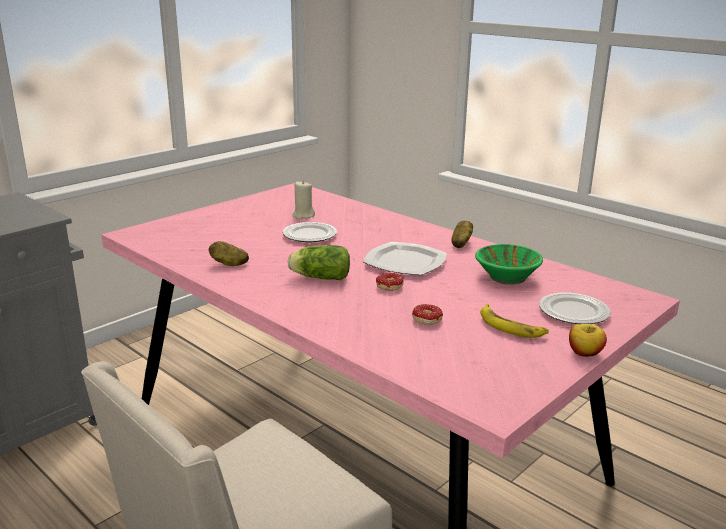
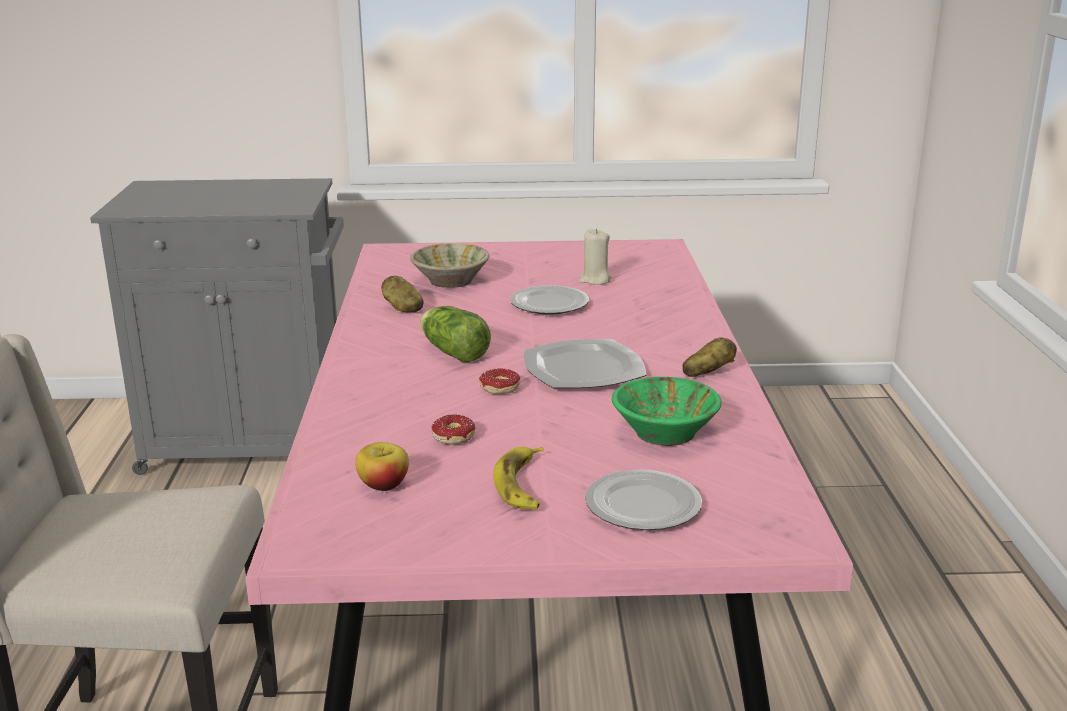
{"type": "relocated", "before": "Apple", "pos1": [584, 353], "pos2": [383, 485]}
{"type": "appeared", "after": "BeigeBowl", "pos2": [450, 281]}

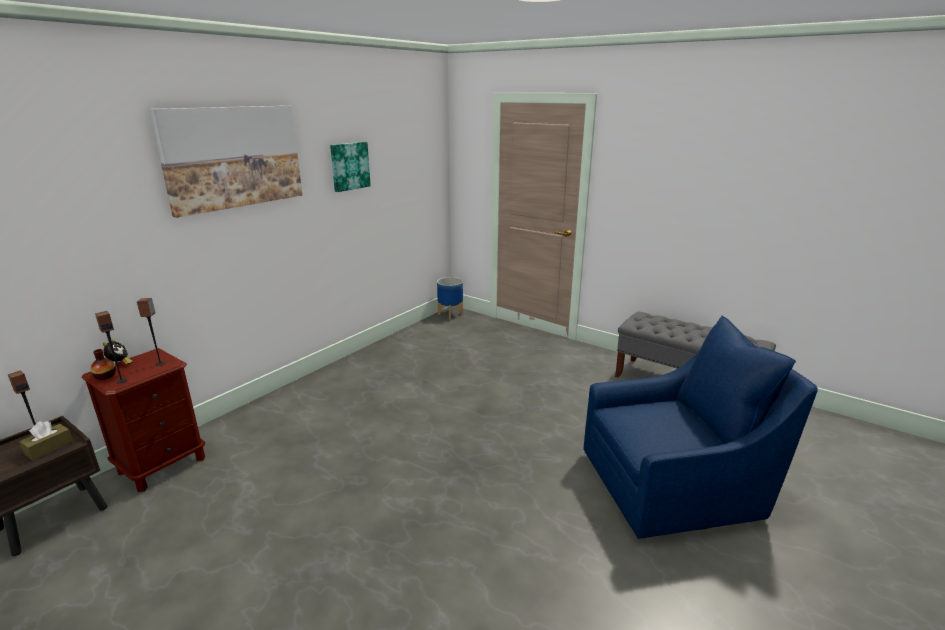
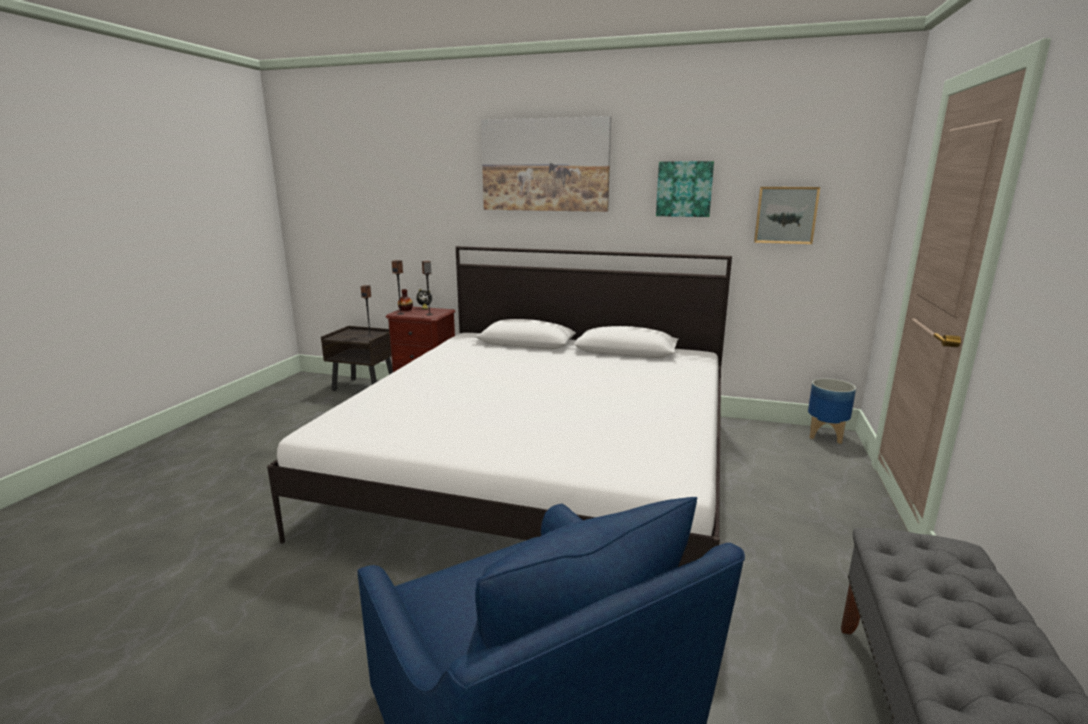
{"type": "appeared", "after": "WhiteBed", "pos2": [542, 467]}
{"type": "appeared", "after": "Picture", "pos2": [785, 215]}
{"type": "missing", "before": "BrownTissueBox", "pos1": [49, 448]}

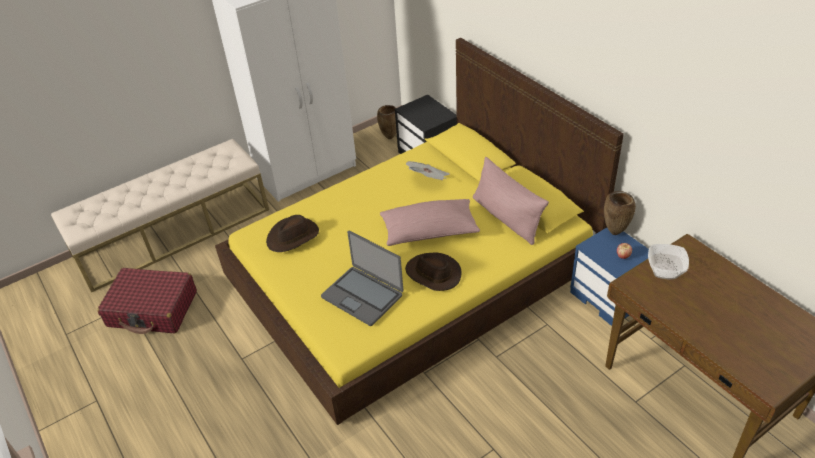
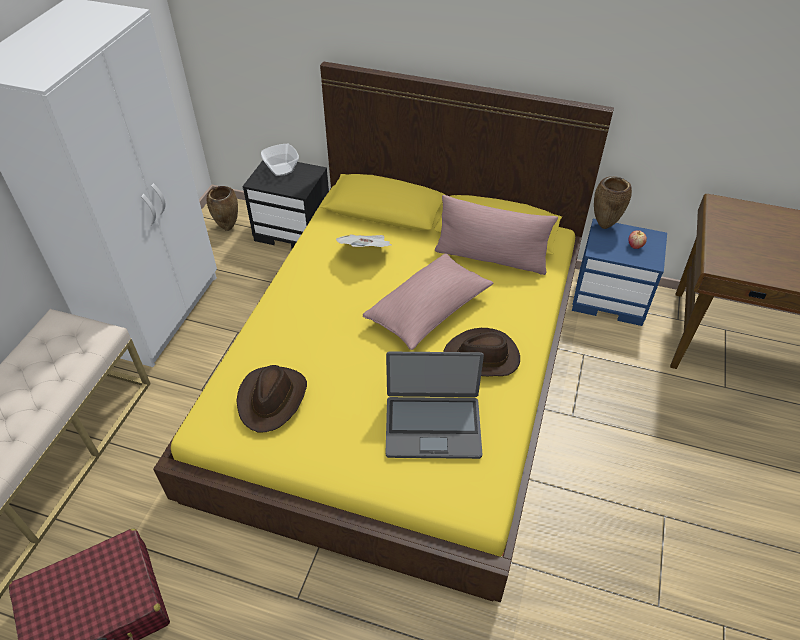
{"type": "relocated", "before": "Bowl", "pos1": [665, 271], "pos2": [282, 169]}

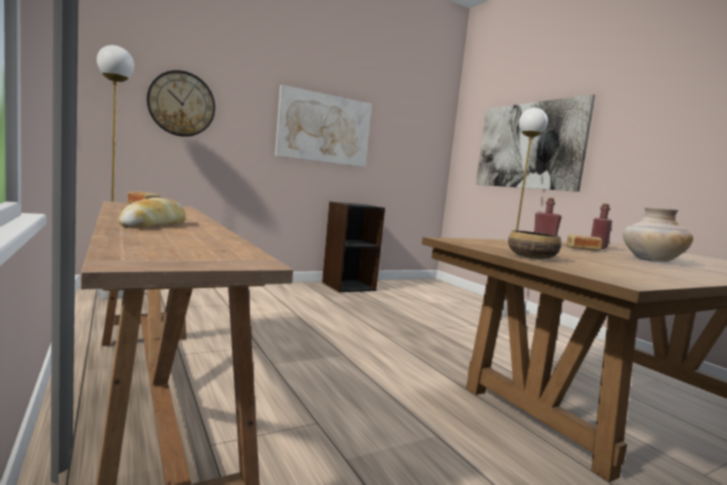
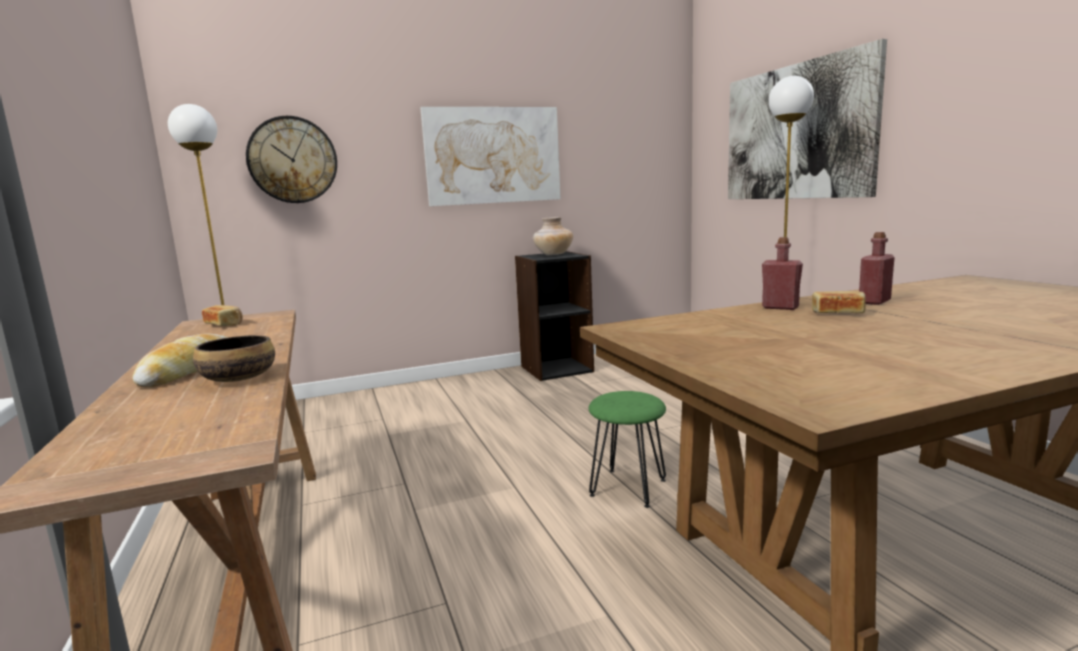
{"type": "relocated", "before": "Bowl", "pos1": [531, 258], "pos2": [238, 378]}
{"type": "relocated", "before": "BeigeVase", "pos1": [651, 260], "pos2": [553, 255]}
{"type": "appeared", "after": "GreenStool", "pos2": [628, 487]}

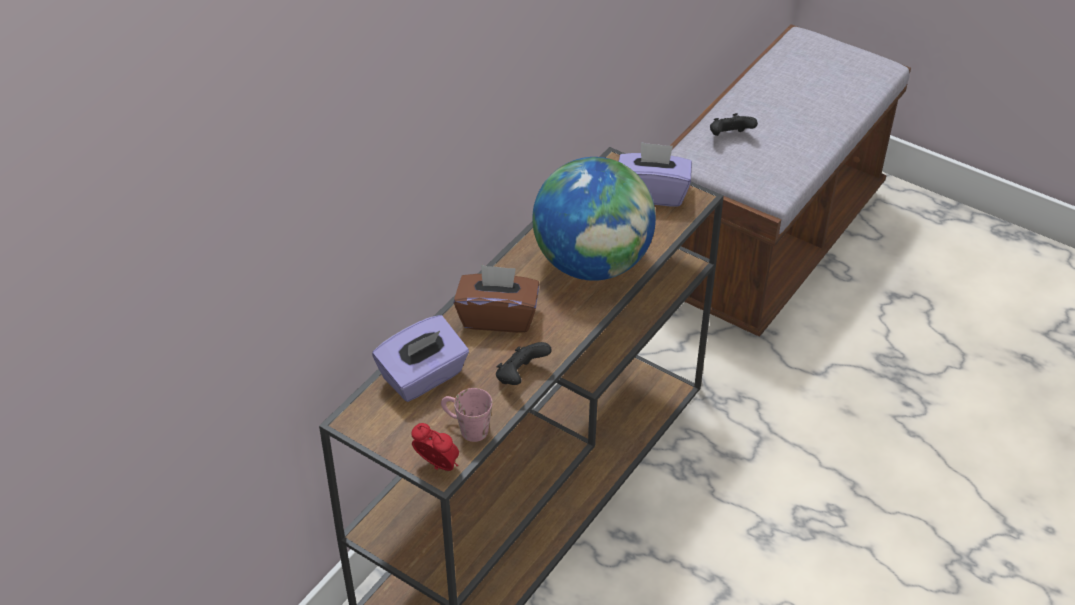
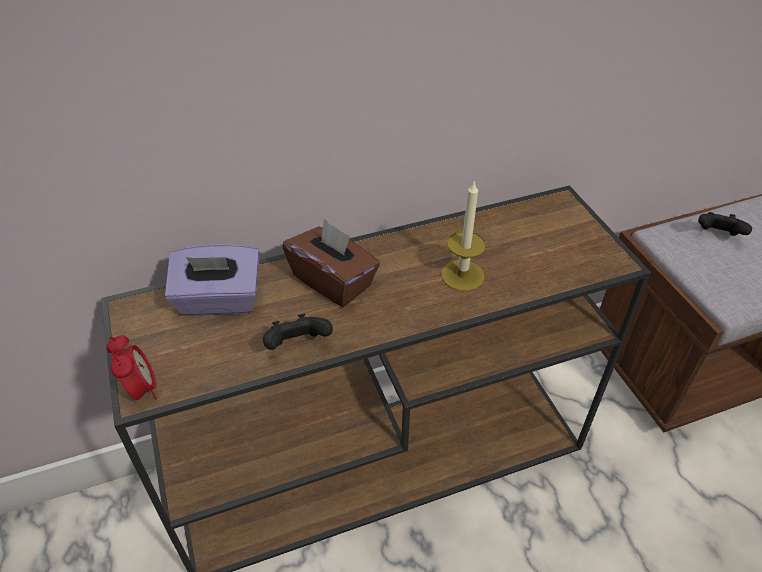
{"type": "exchanged", "before": "Globe", "after": "Candle", "pos1": [592, 263], "pos2": [462, 275]}
{"type": "missing", "before": "PinkMug", "pos1": [466, 428]}
{"type": "missing", "before": "PurpleTissueBox", "pos1": [652, 193]}

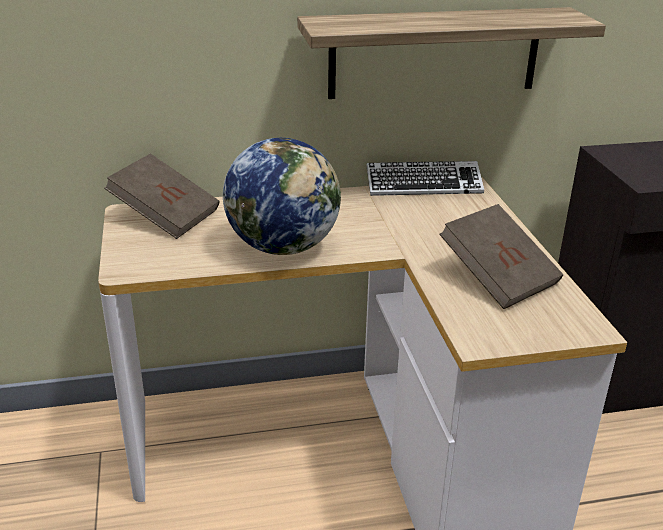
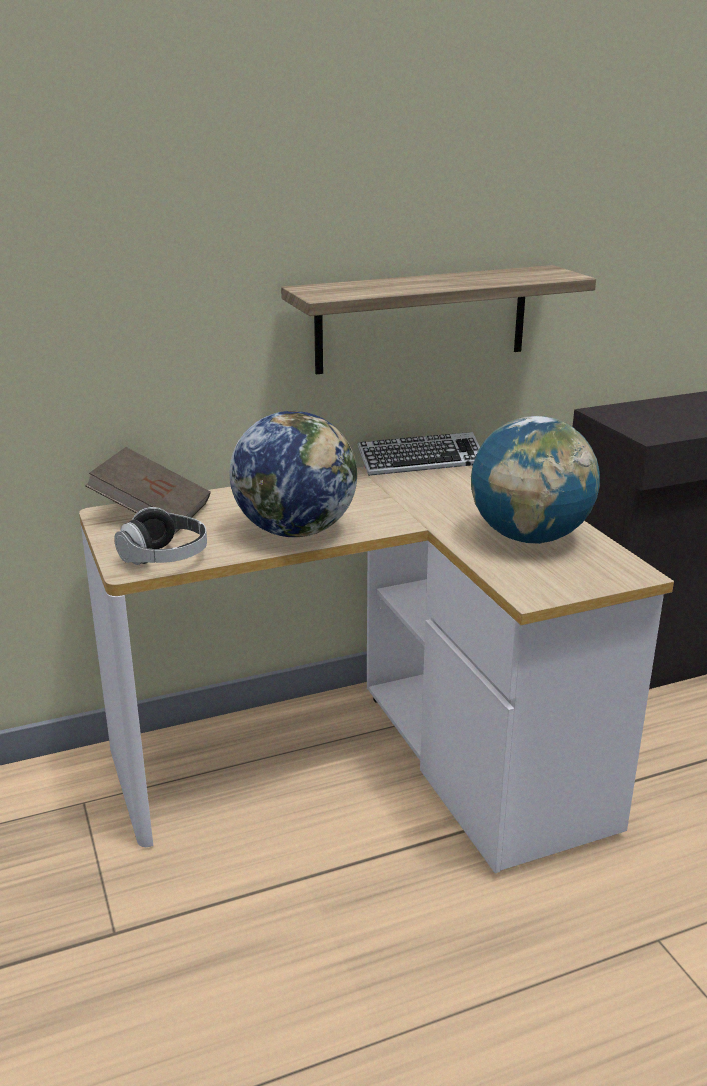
{"type": "appeared", "after": "Headphones", "pos2": [165, 557]}
{"type": "exchanged", "before": "BrownBook", "after": "Globe", "pos1": [498, 277], "pos2": [529, 538]}

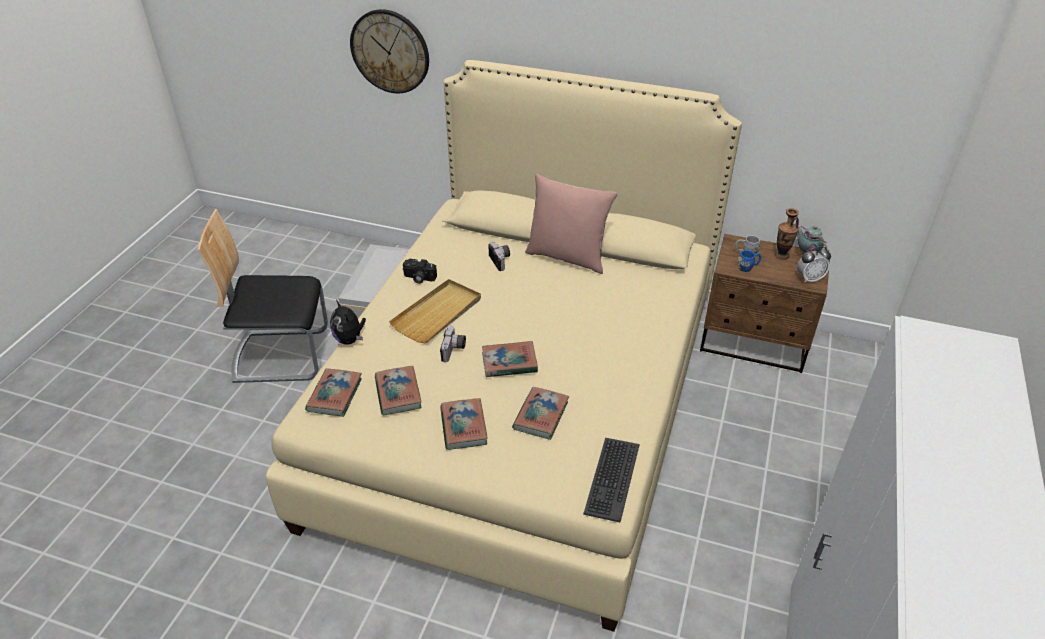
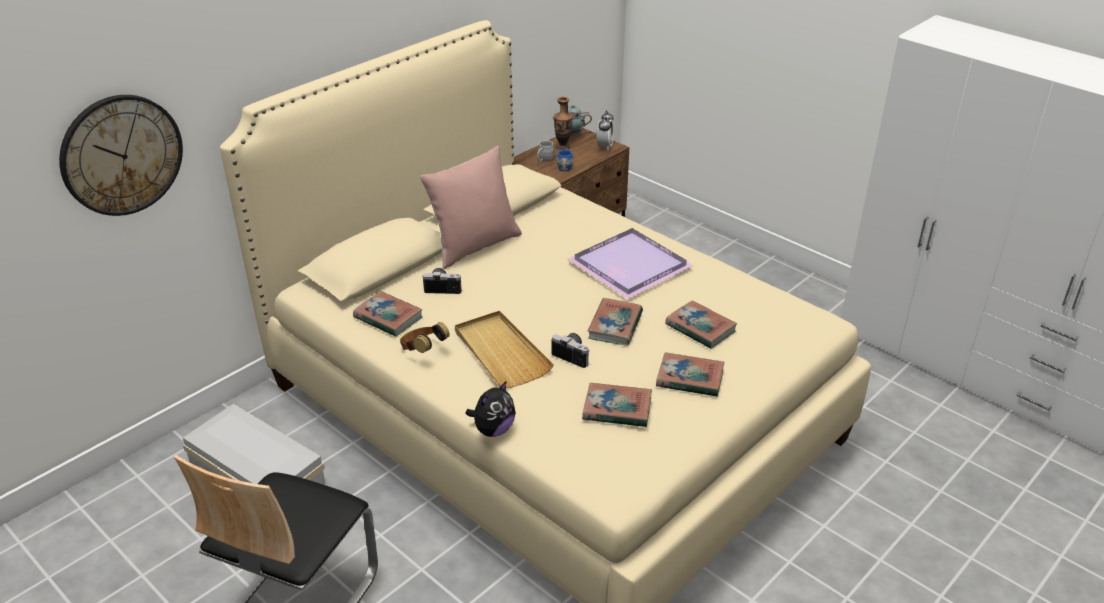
{"type": "relocated", "before": "Book", "pos1": [335, 395], "pos2": [388, 318]}
{"type": "exchanged", "before": "PhotoCamera", "after": "Headphones", "pos1": [418, 278], "pos2": [423, 351]}
{"type": "spun", "before": "PlushToy", "pos1": [350, 339], "pos2": [493, 430], "turn": -45}
{"type": "appeared", "after": "PurpleTray", "pos2": [627, 266]}
{"type": "missing", "before": "Keyboard", "pos1": [611, 478]}

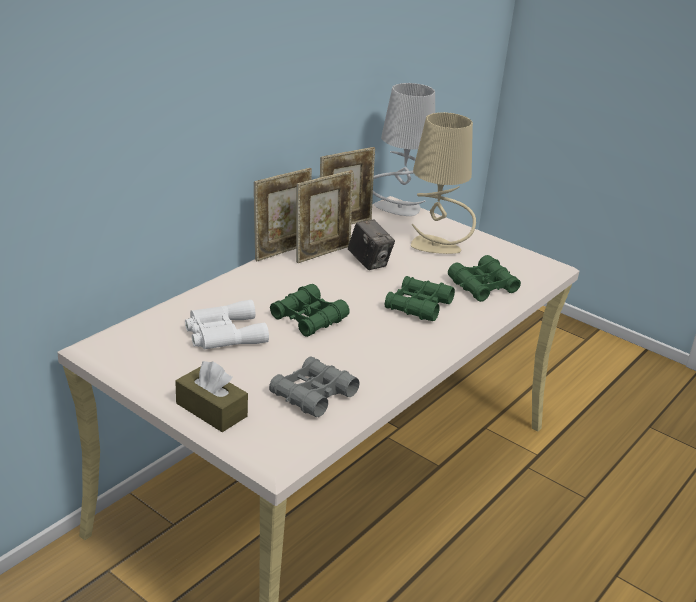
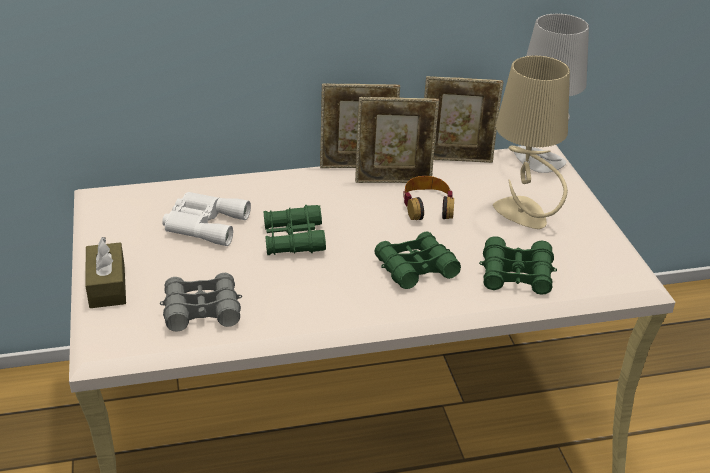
{"type": "exchanged", "before": "PhotoCamera", "after": "Headphones", "pos1": [369, 262], "pos2": [427, 206]}

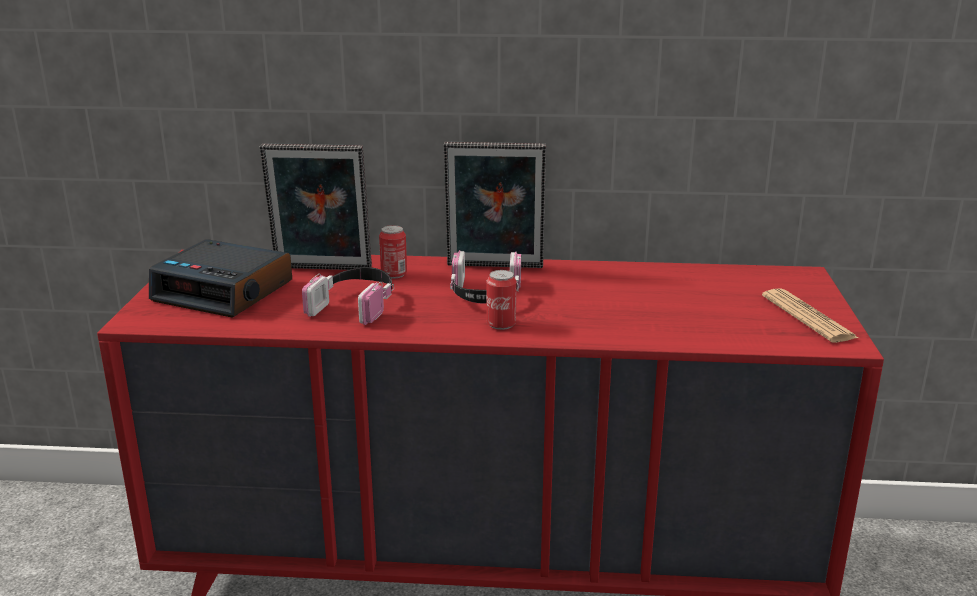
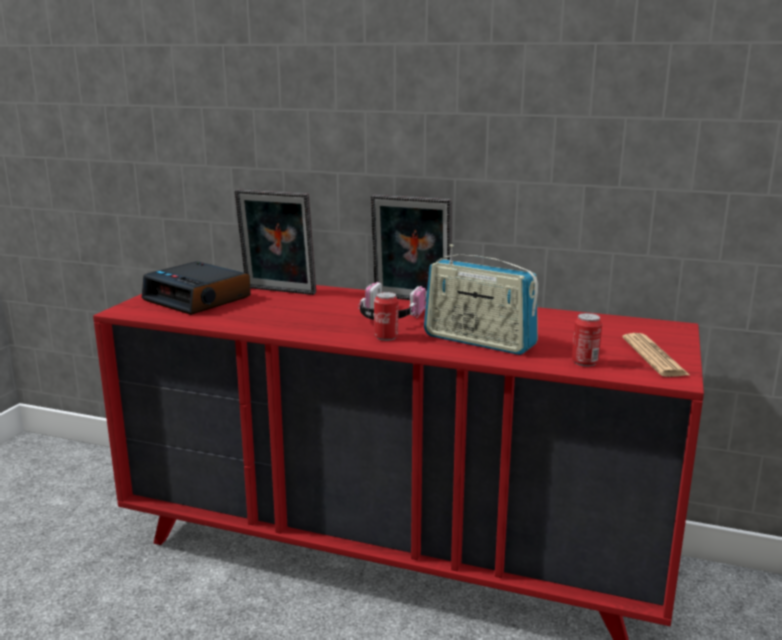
{"type": "appeared", "after": "Radio", "pos2": [478, 341]}
{"type": "relocated", "before": "Can", "pos1": [394, 274], "pos2": [585, 362]}
{"type": "missing", "before": "Headphones", "pos1": [355, 305]}

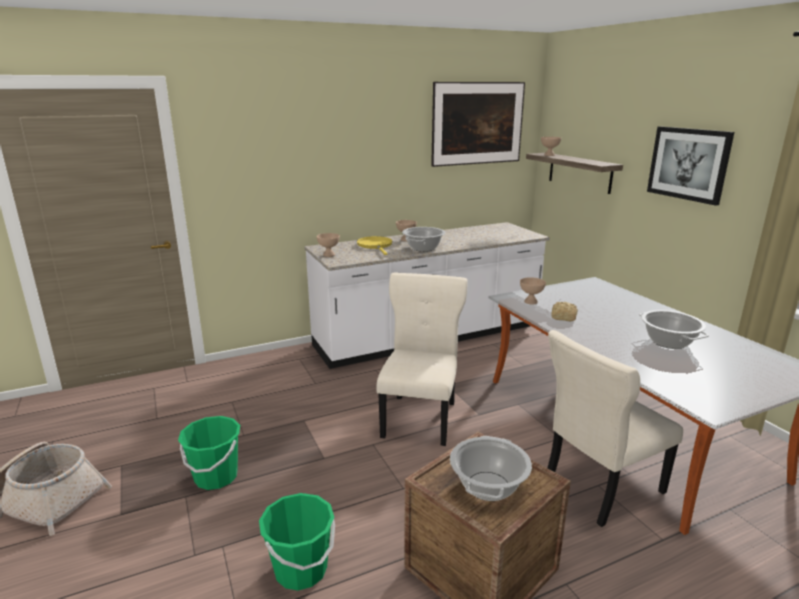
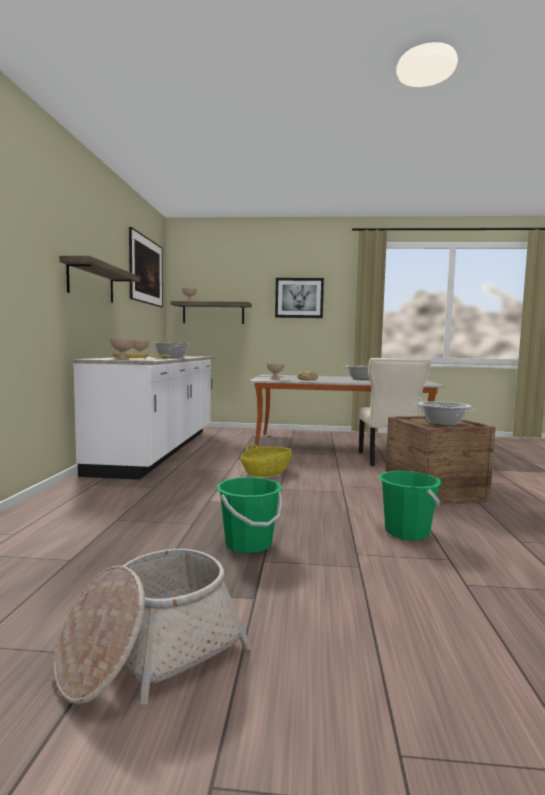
{"type": "appeared", "after": "Shelf", "pos2": [91, 282]}
{"type": "exchanged", "before": "BeigeChair", "after": "Basket", "pos1": [420, 417], "pos2": [266, 472]}

